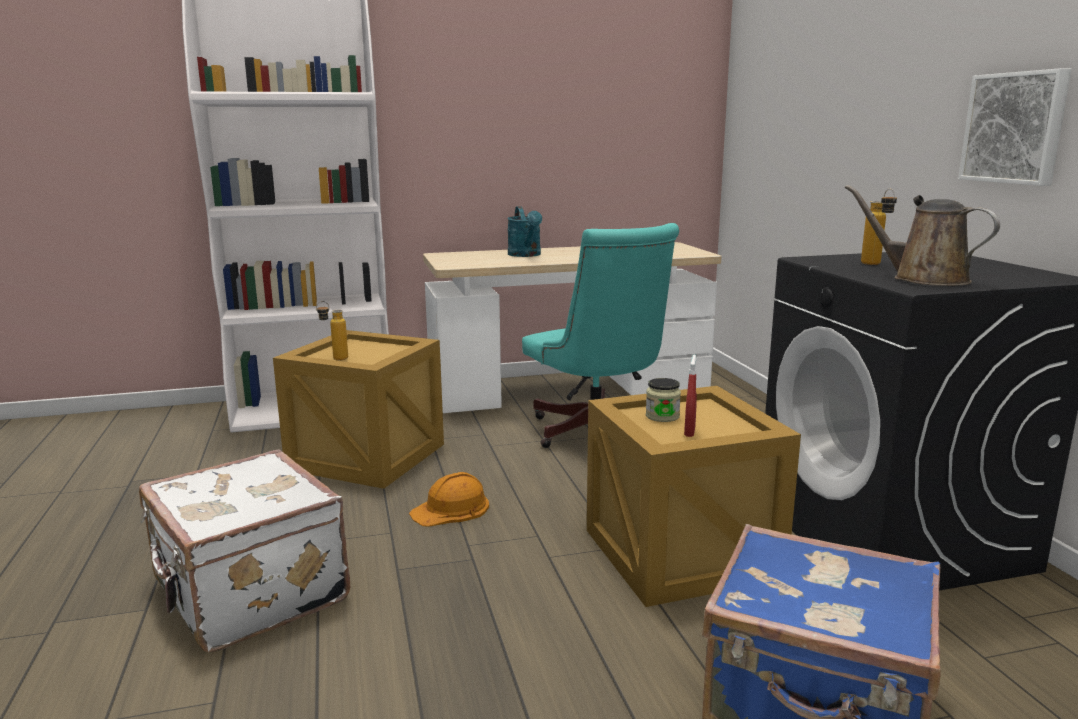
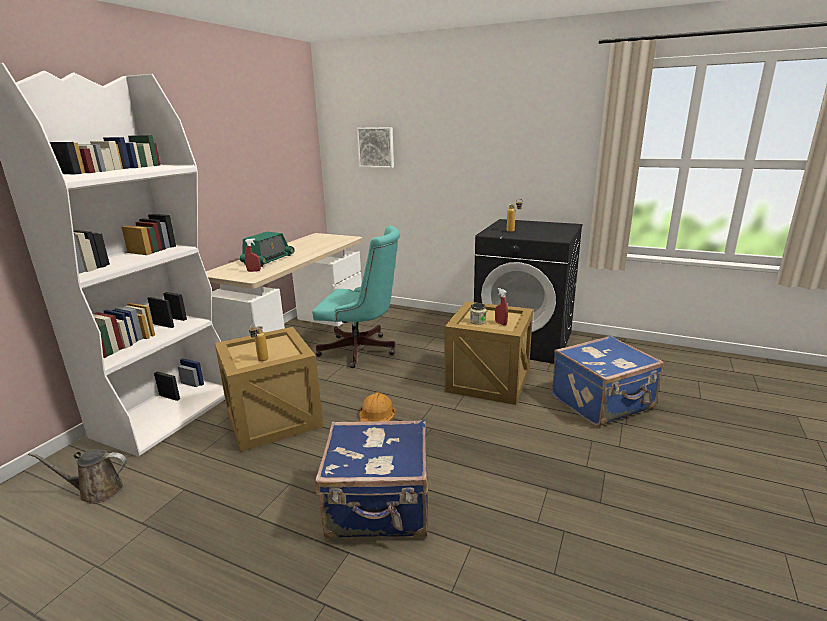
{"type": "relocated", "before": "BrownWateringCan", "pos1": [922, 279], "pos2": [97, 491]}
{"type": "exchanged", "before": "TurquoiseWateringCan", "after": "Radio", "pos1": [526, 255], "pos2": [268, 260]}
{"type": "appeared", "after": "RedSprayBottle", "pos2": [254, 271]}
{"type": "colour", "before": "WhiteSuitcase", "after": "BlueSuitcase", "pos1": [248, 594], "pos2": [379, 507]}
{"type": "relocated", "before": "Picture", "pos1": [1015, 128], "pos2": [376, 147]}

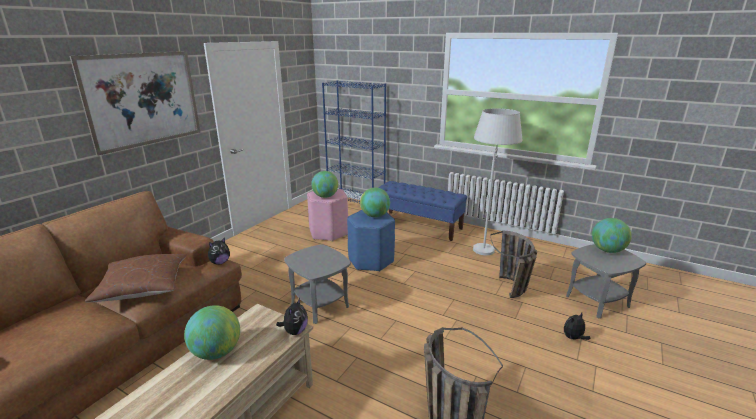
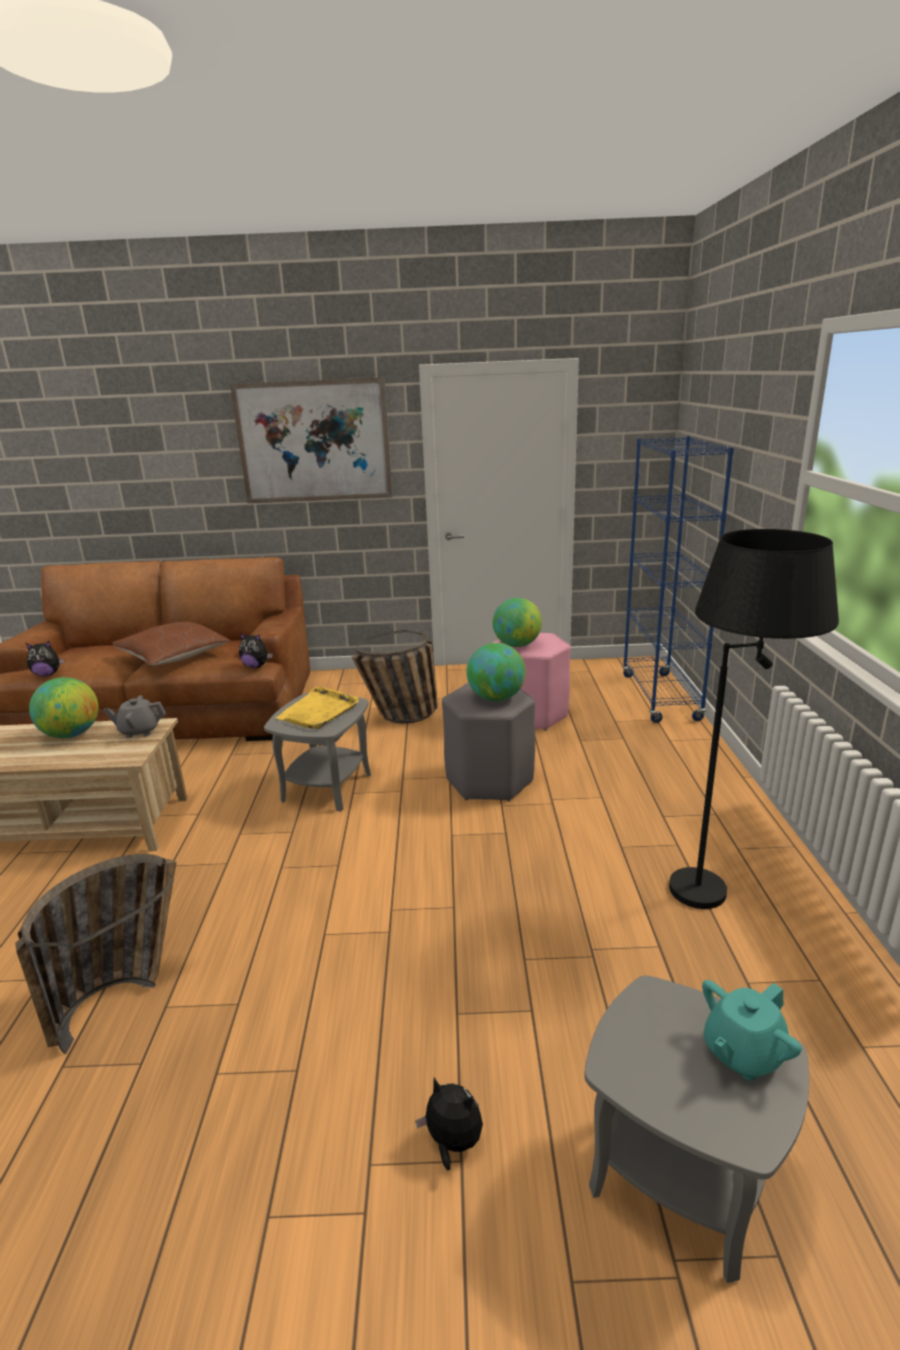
{"type": "relocated", "before": "PlushToy", "pos1": [295, 331], "pos2": [47, 674]}
{"type": "appeared", "after": "GreyTeapot", "pos2": [139, 731]}
{"type": "appeared", "after": "YellowTray", "pos2": [319, 711]}
{"type": "relocated", "before": "Basket", "pos1": [513, 292], "pos2": [401, 718]}
{"type": "colour", "before": "BlueStool", "after": "GreyStool", "pos1": [371, 260], "pos2": [490, 780]}
{"type": "colour", "before": "WhiteFloorLamp", "after": "BlackFloorLamp", "pos1": [485, 245], "pos2": [726, 886]}
{"type": "exchanged", "before": "Globe", "after": "TurquoiseTeapot", "pos1": [607, 250], "pos2": [742, 1053]}
{"type": "missing", "before": "BlueBench", "pos1": [419, 225]}

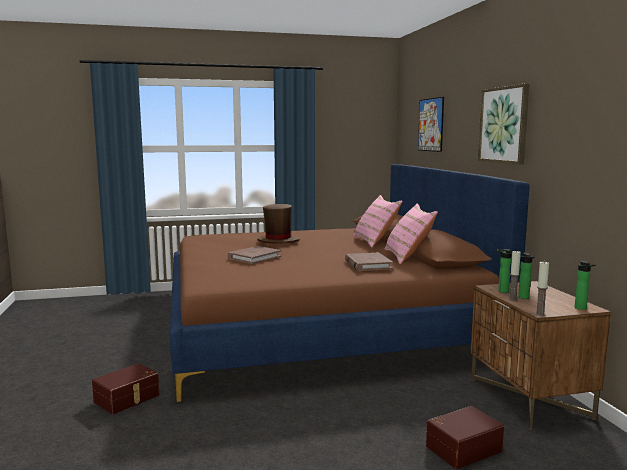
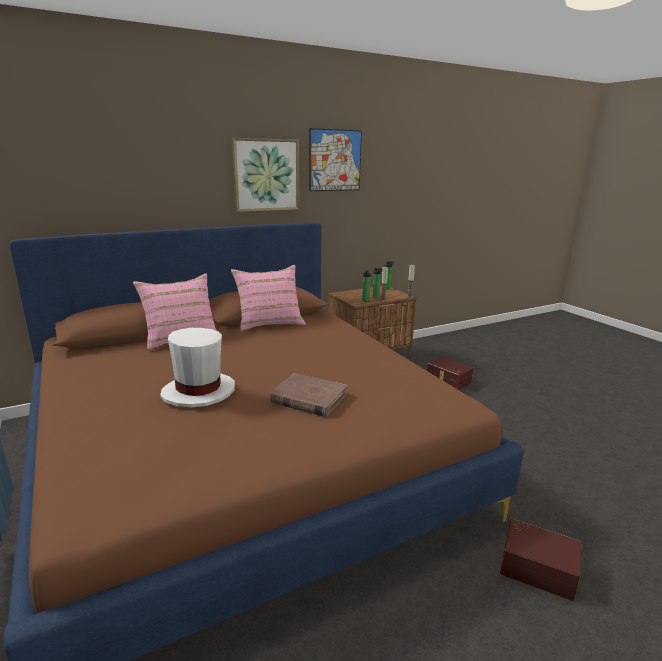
{"type": "colour", "before": "BrownHat", "after": "WhiteHat", "pos1": [278, 241], "pos2": [198, 392]}
{"type": "relocated", "before": "Picture", "pos1": [430, 125], "pos2": [335, 160]}
{"type": "missing", "before": "BrownBook", "pos1": [367, 264]}

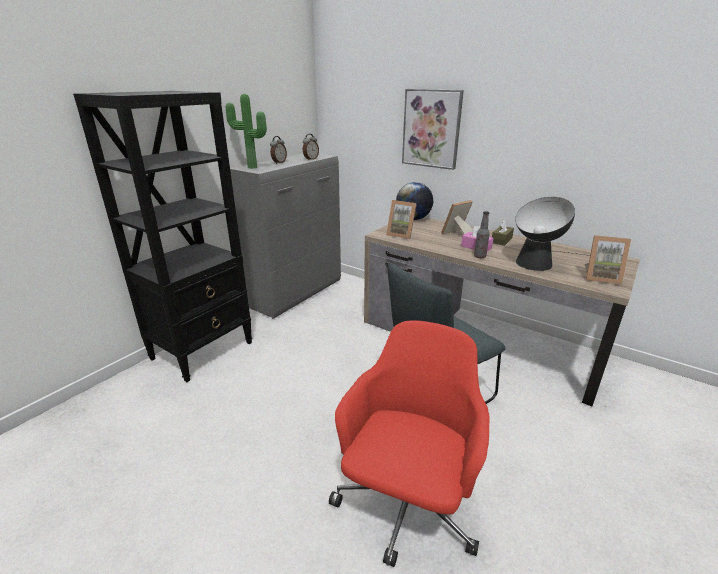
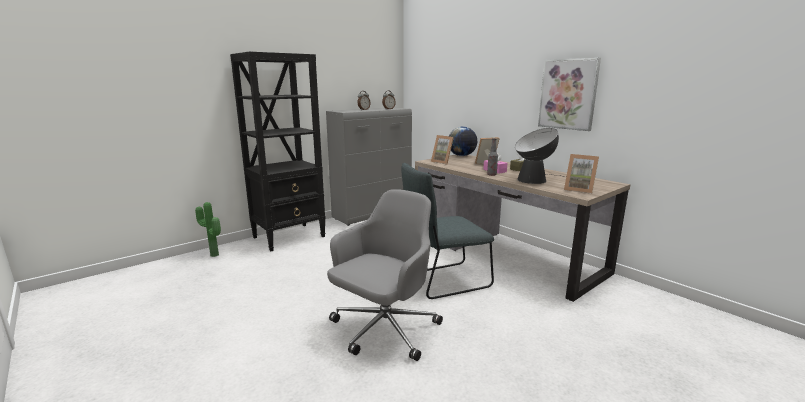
{"type": "relocated", "before": "PottedPlant", "pos1": [251, 168], "pos2": [213, 255]}
{"type": "colour", "before": "RedOfficeChair", "after": "GreyOfficeChair", "pos1": [407, 505], "pos2": [384, 330]}
{"type": "relocated", "before": "Picture", "pos1": [431, 129], "pos2": [568, 94]}

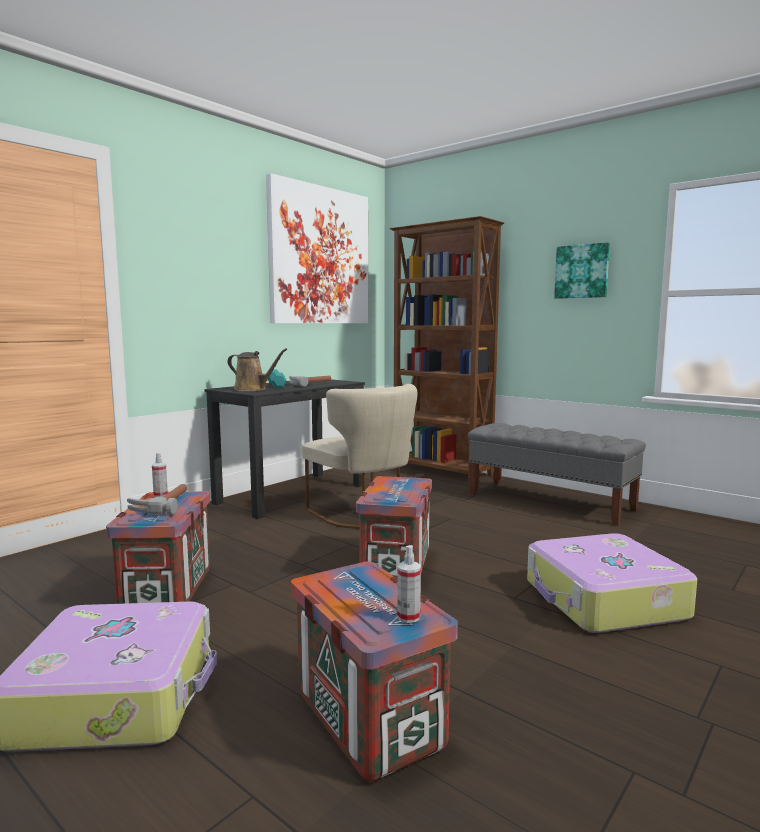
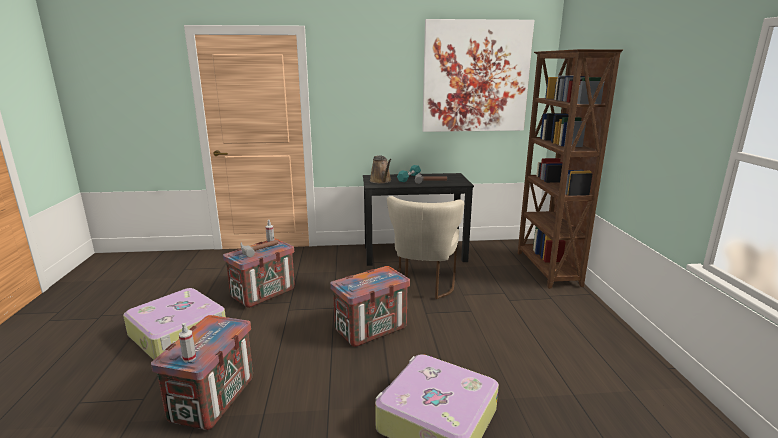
{"type": "missing", "before": "GreyBench", "pos1": [550, 502]}
{"type": "missing", "before": "Picture", "pos1": [582, 271]}

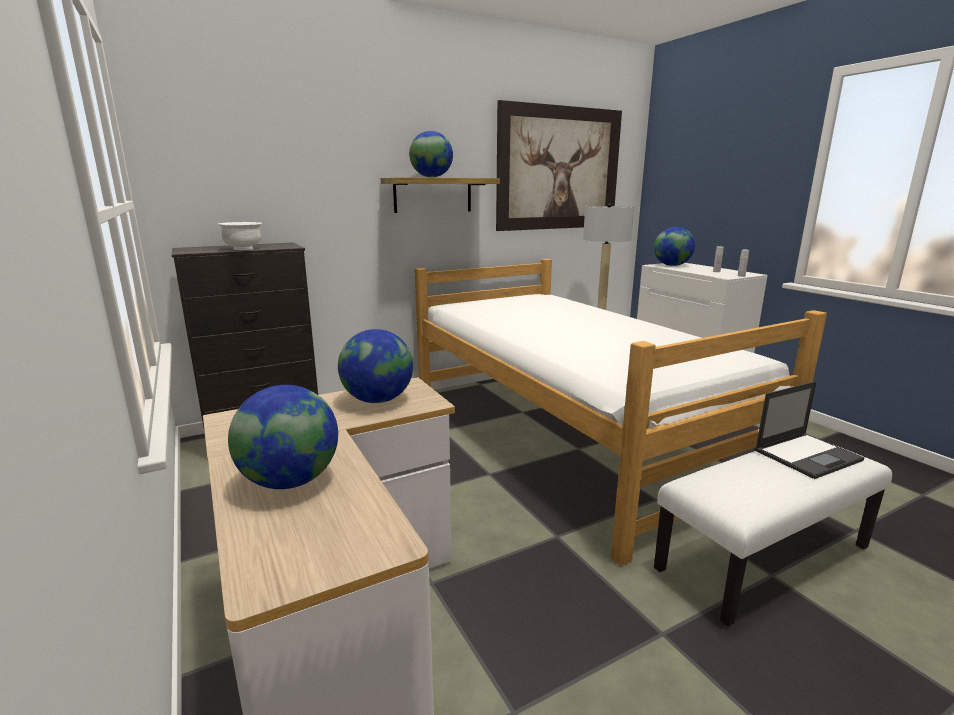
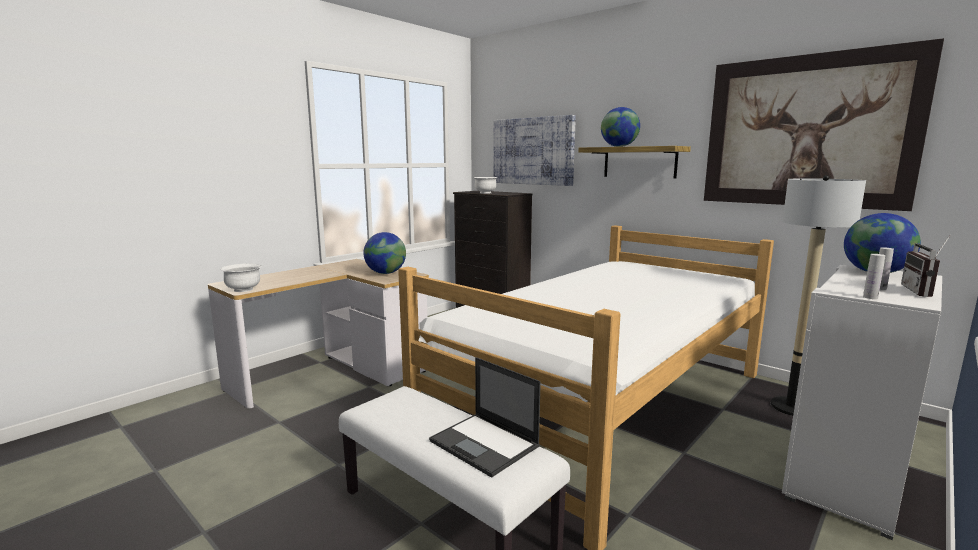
{"type": "appeared", "after": "WhiteBowl", "pos2": [243, 290]}
{"type": "appeared", "after": "Picture", "pos2": [533, 151]}
{"type": "appeared", "after": "Radio", "pos2": [923, 292]}
{"type": "missing", "before": "Globe", "pos1": [290, 481]}

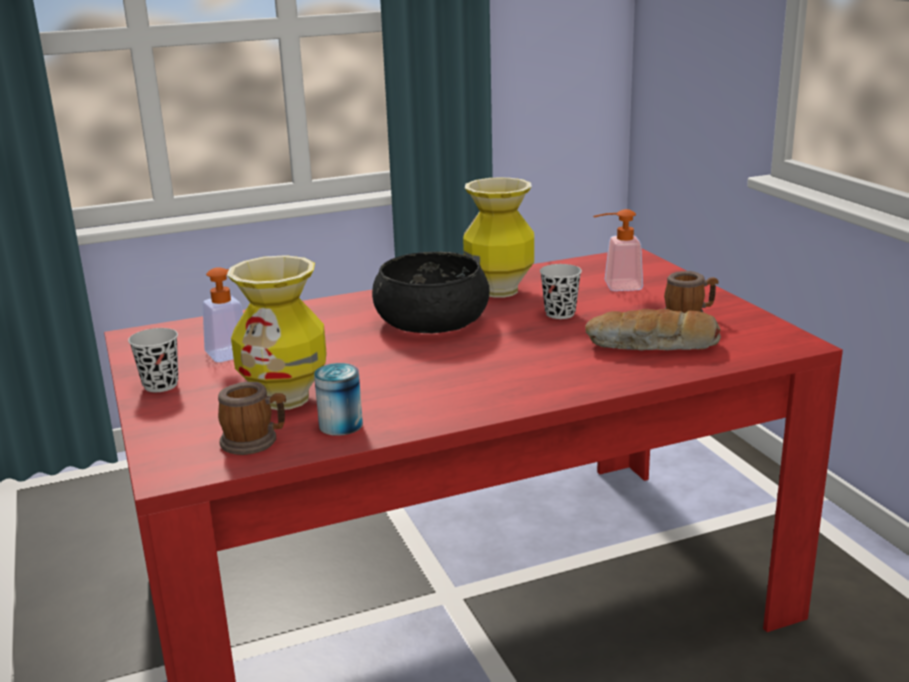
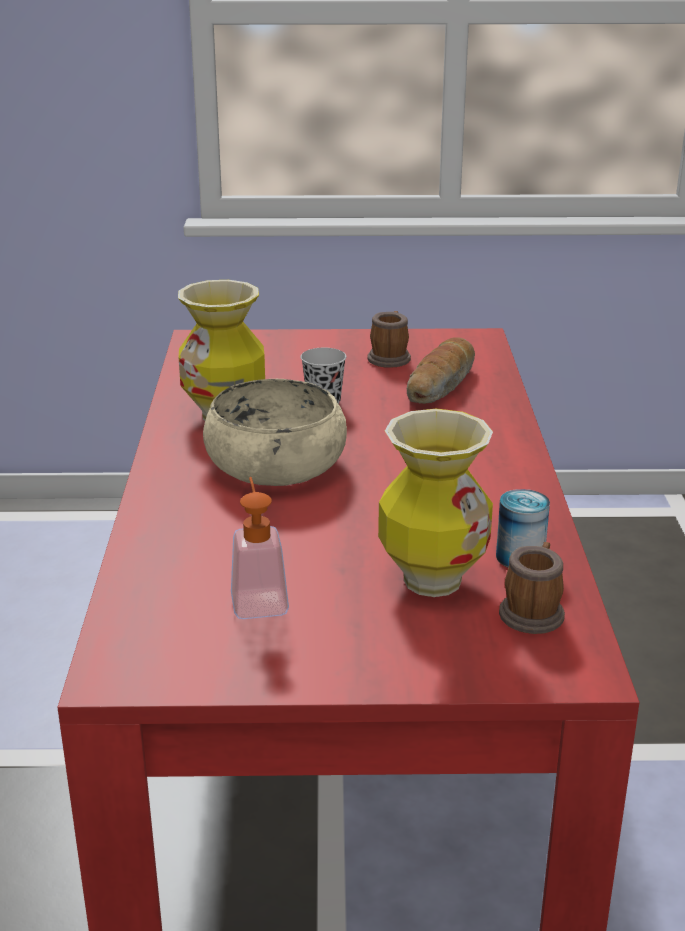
{"type": "colour", "before": "BlackBowl", "after": "BeigeBowl", "pos1": [432, 320], "pos2": [275, 465]}
{"type": "missing", "before": "BlackCup", "pos1": [160, 385]}
{"type": "missing", "before": "SoapDispenser", "pos1": [615, 286]}

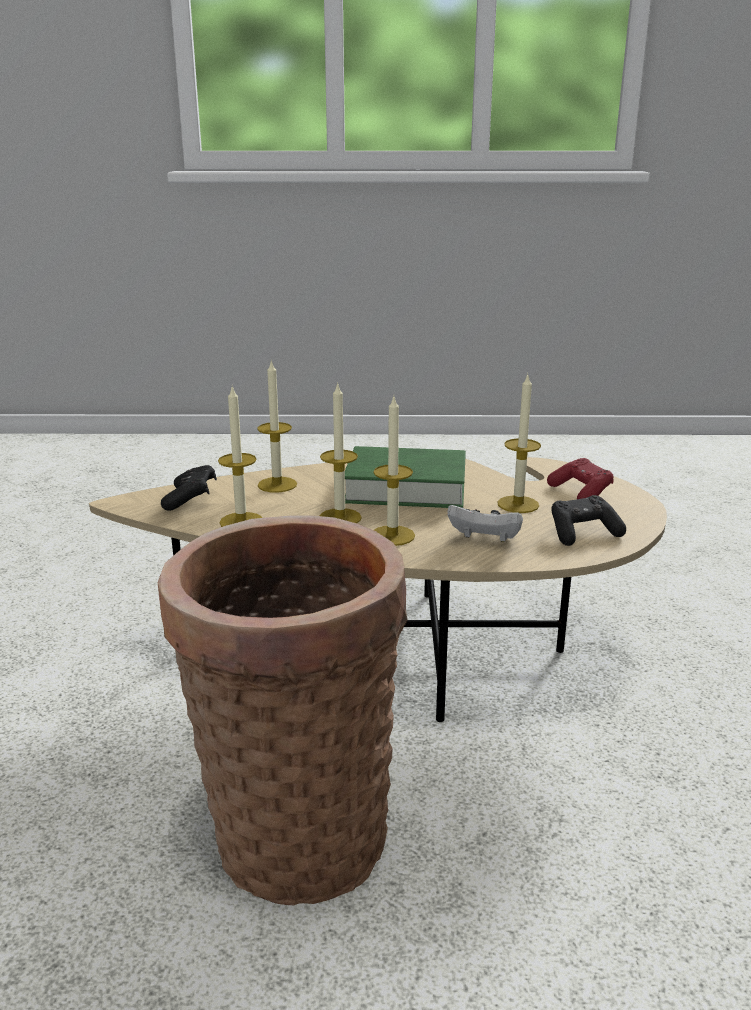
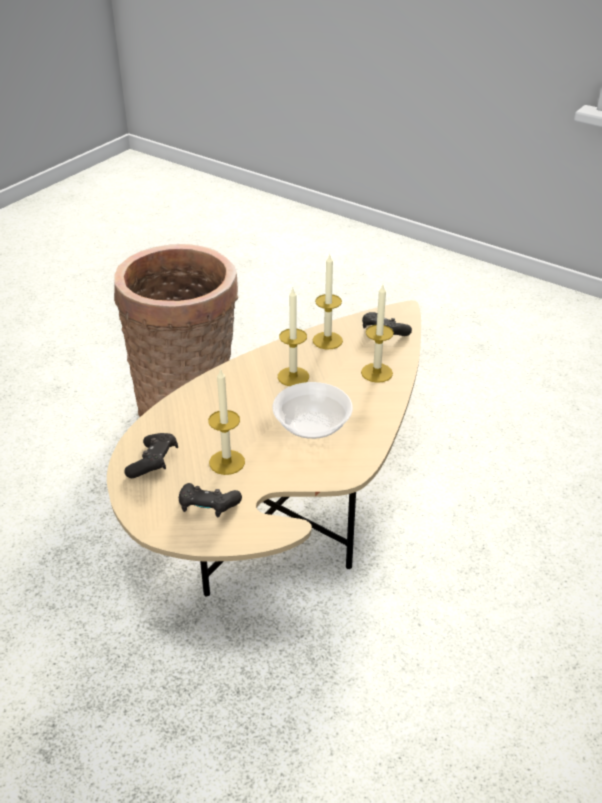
{"type": "colour", "before": "RedGameController", "after": "BlackGameController", "pos1": [581, 493], "pos2": [208, 508]}
{"type": "exchanged", "before": "GreenBook", "after": "Bowl", "pos1": [406, 488], "pos2": [312, 425]}
{"type": "missing", "before": "Candle", "pos1": [392, 535]}
{"type": "missing", "before": "WhiteGameController", "pos1": [484, 540]}

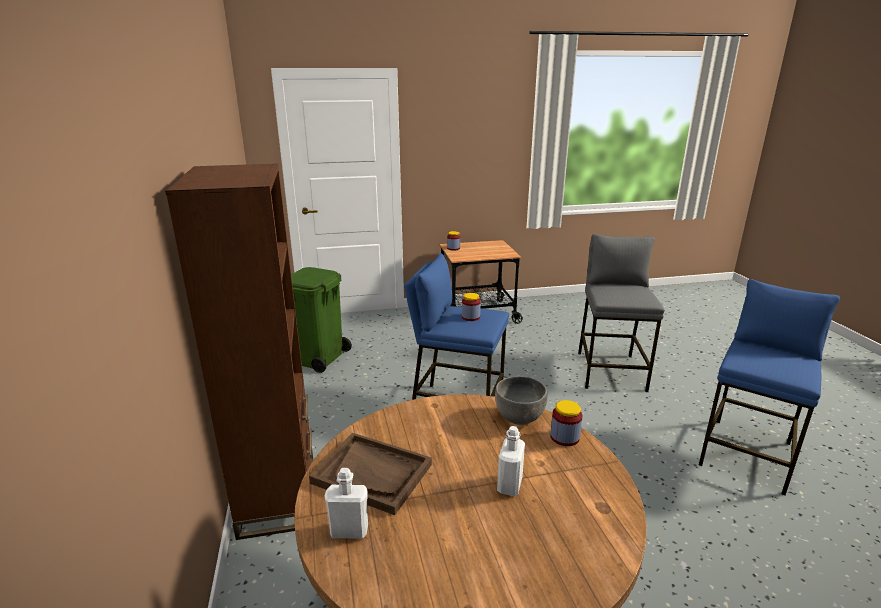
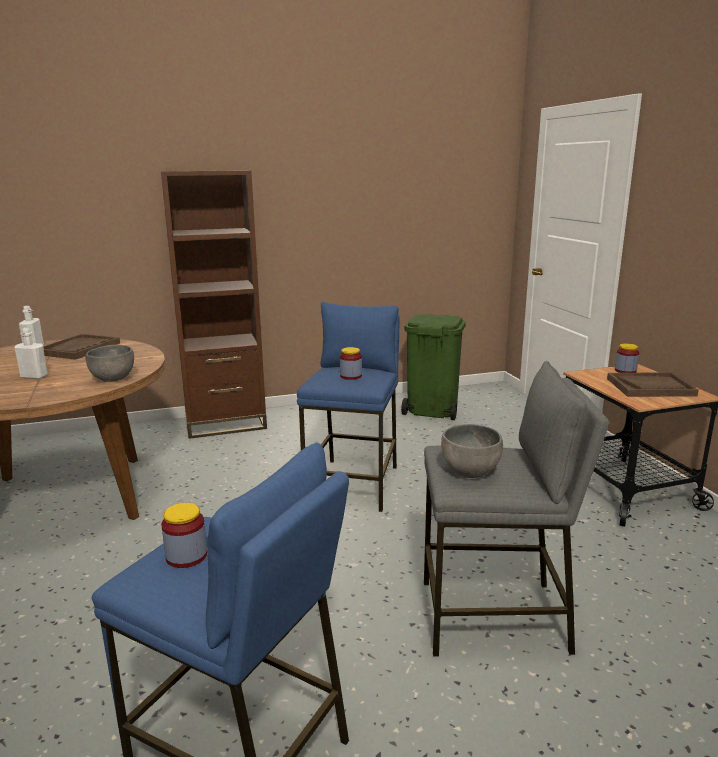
{"type": "relocated", "before": "Jar", "pos1": [564, 437], "pos2": [186, 556]}
{"type": "appeared", "after": "GreyBowl", "pos2": [470, 472]}
{"type": "appeared", "after": "BrownTray", "pos2": [650, 387]}

